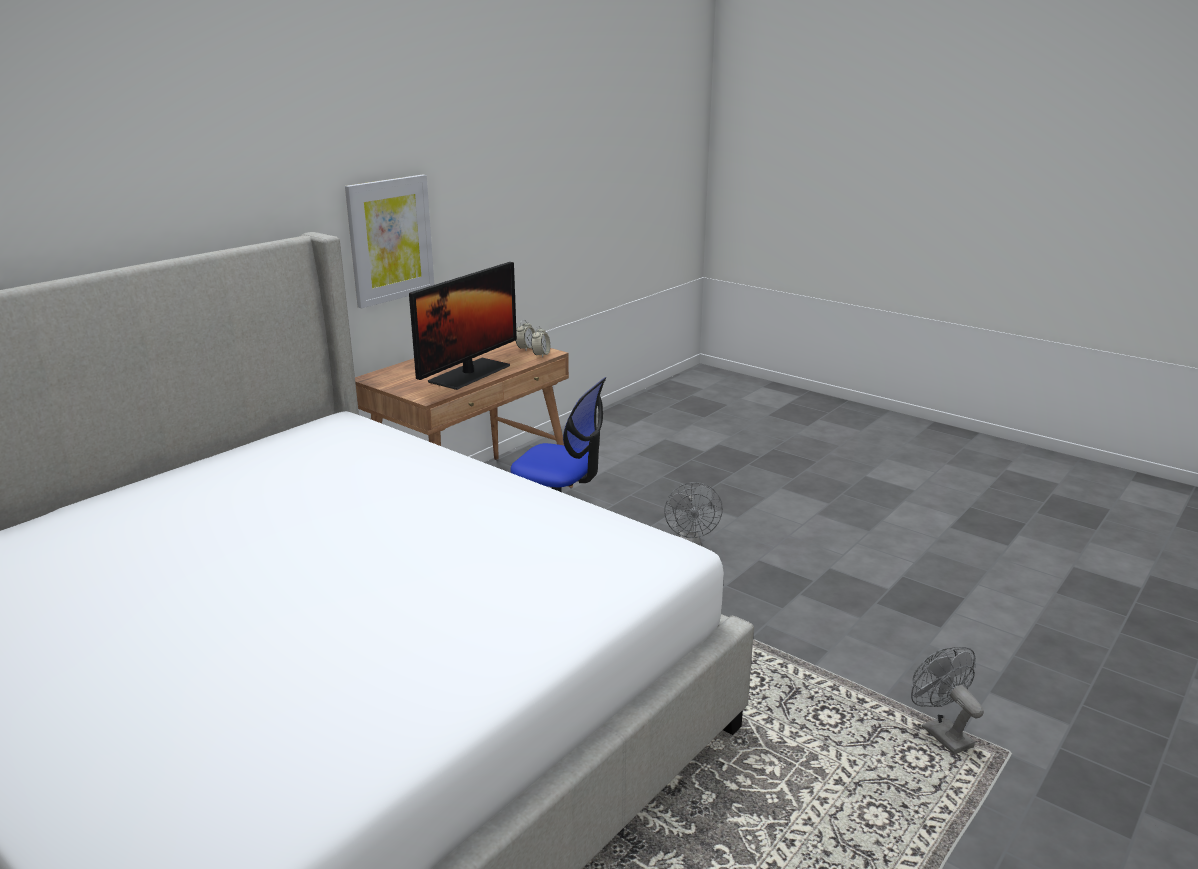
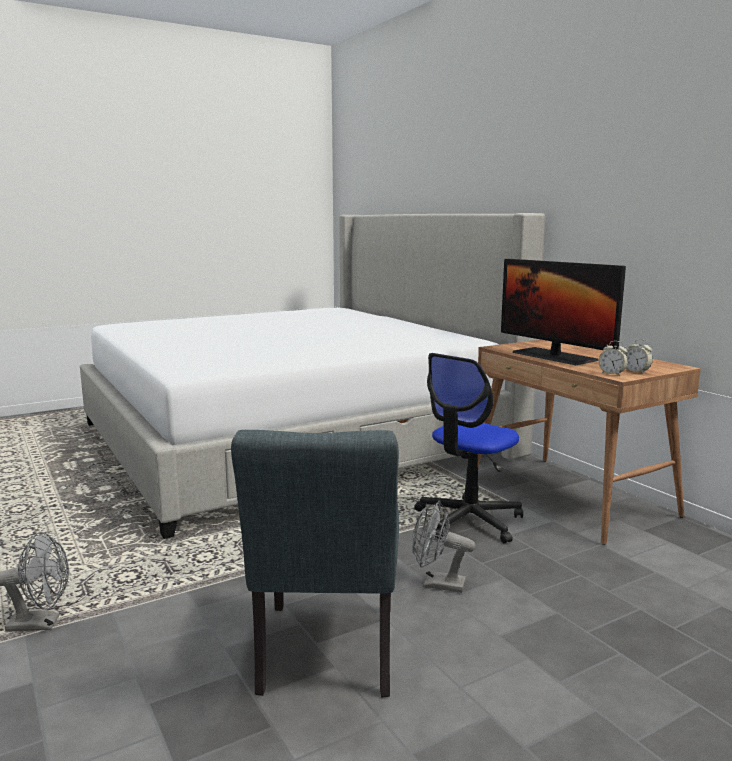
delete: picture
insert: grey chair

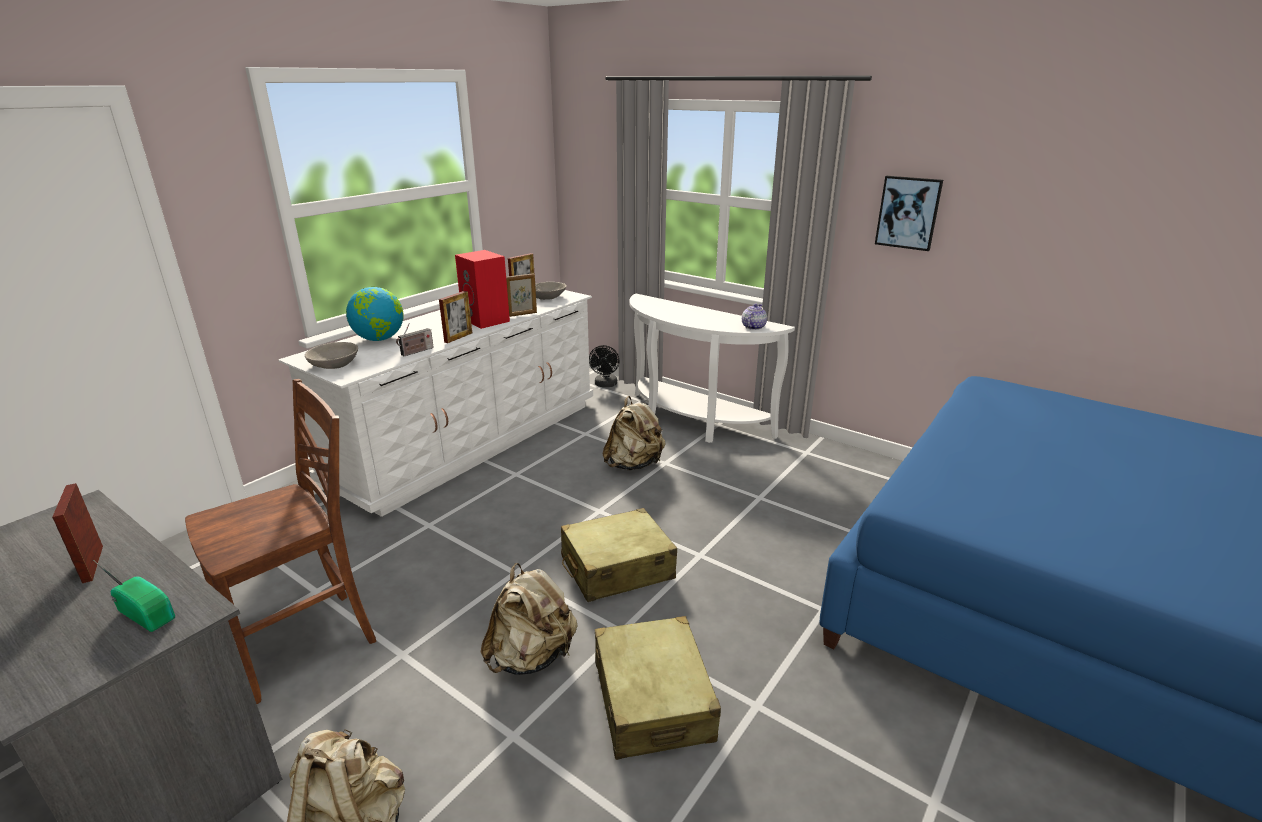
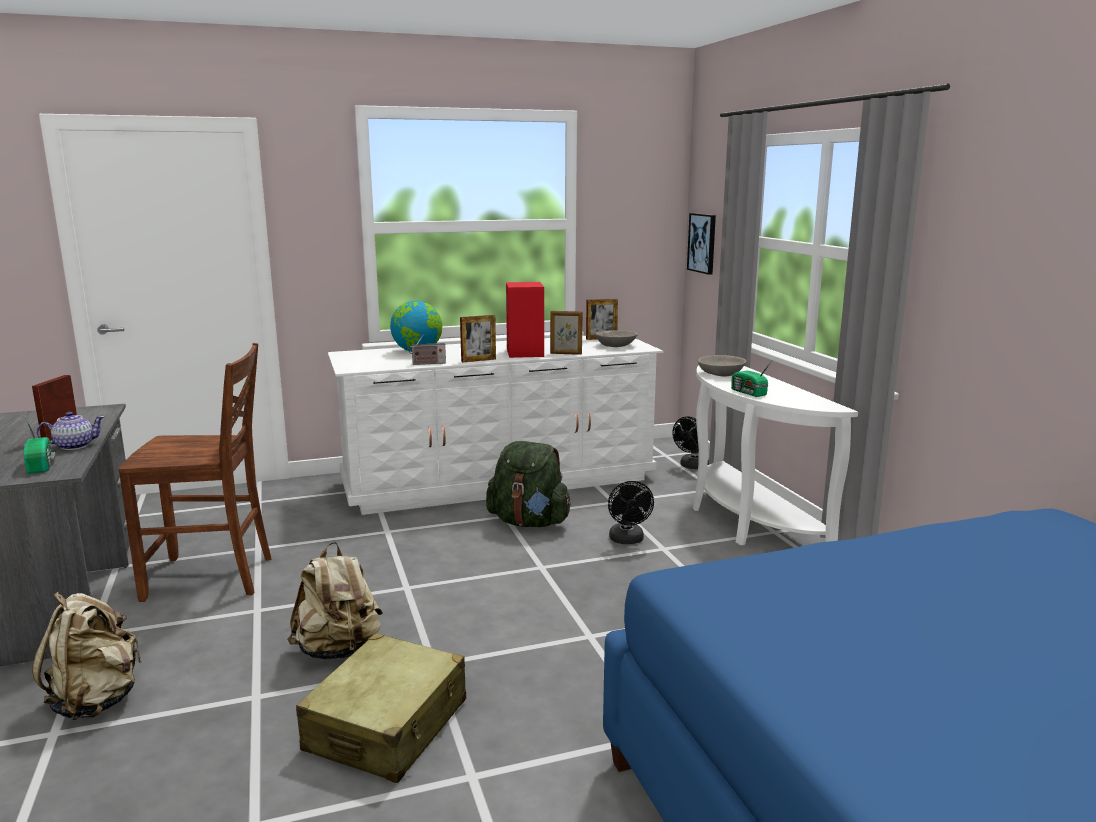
delete: beige suitcase (1st from left)
insert: green backpack; radio (3rd from left)
move: grey bowl (1st from left in the first image) to grey bowl (2nd from left); teapot; picture
replace: beige backpack (3rd from left) to black fan (1st from left)

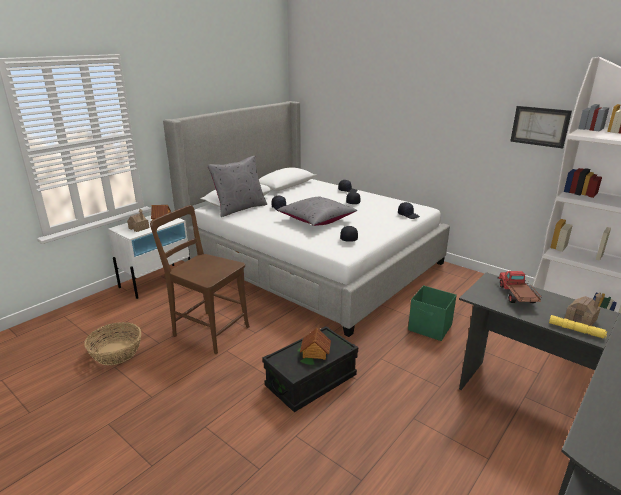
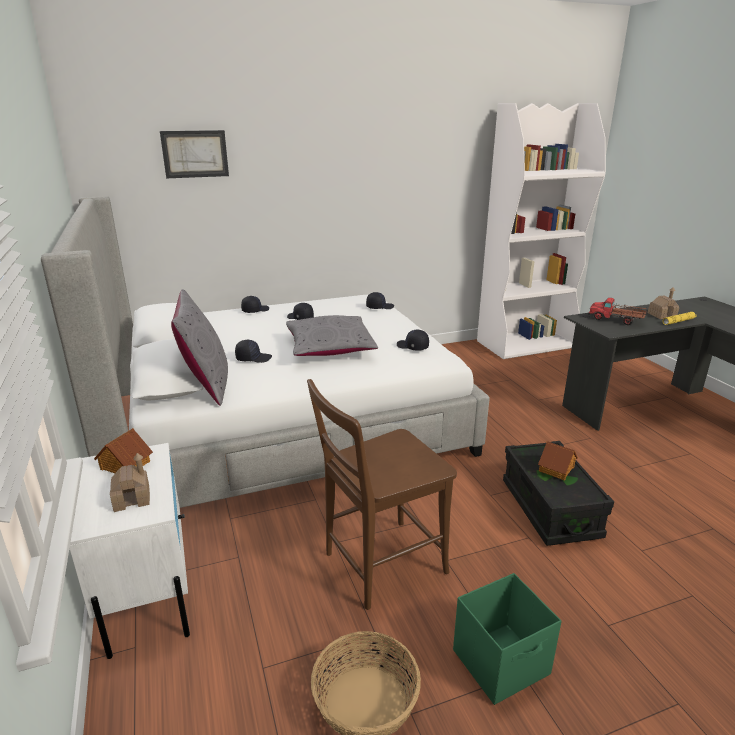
move: green storage box; picture

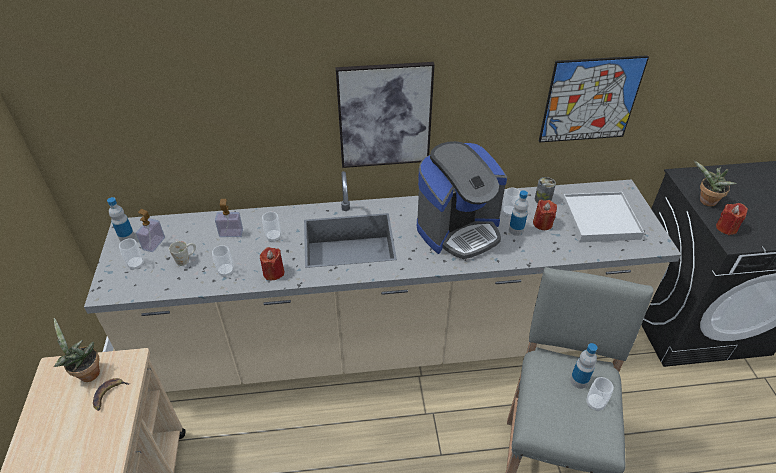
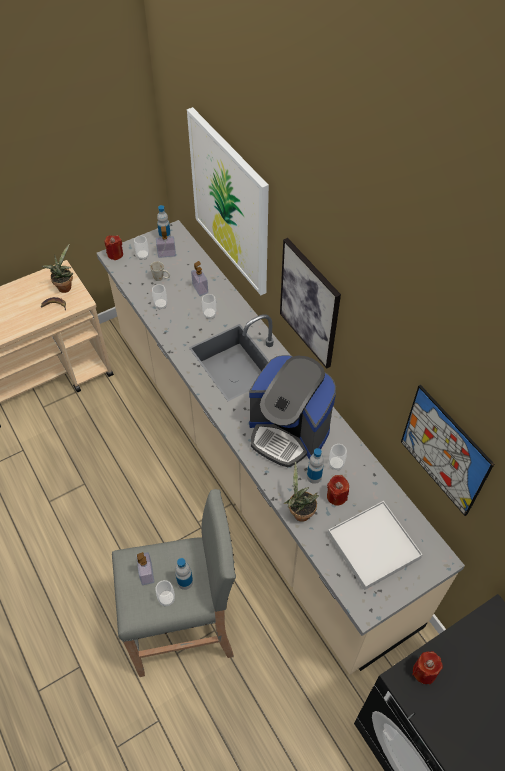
delete: can
insert: soap dispenser (1st from left); picture (1st from left)
move: red candle (1st from left); potted plant (2nd from left)

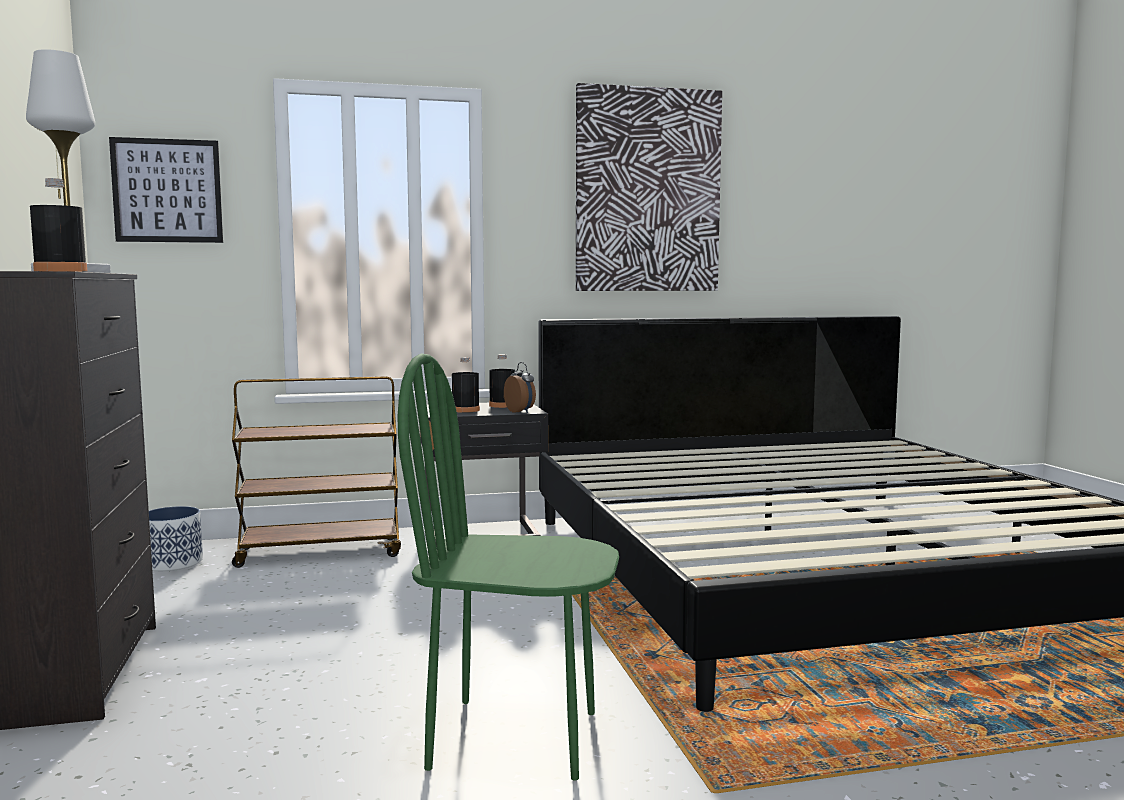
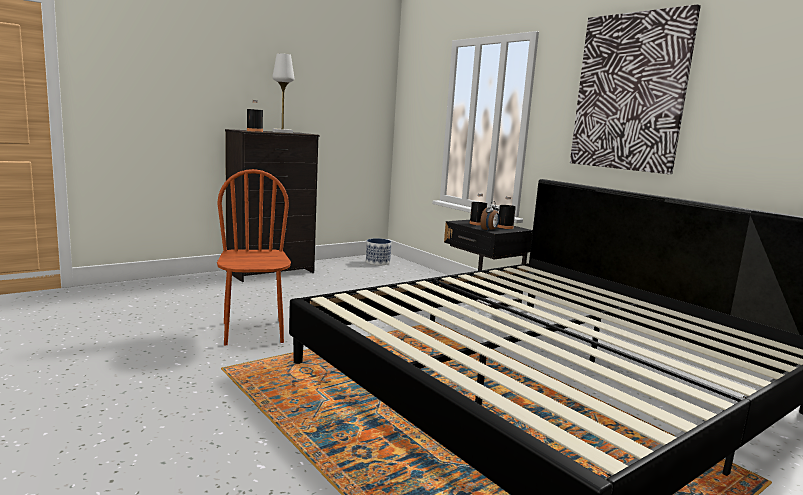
delete: picture (1st from left); brown cart
recolor: green chair to brown chair

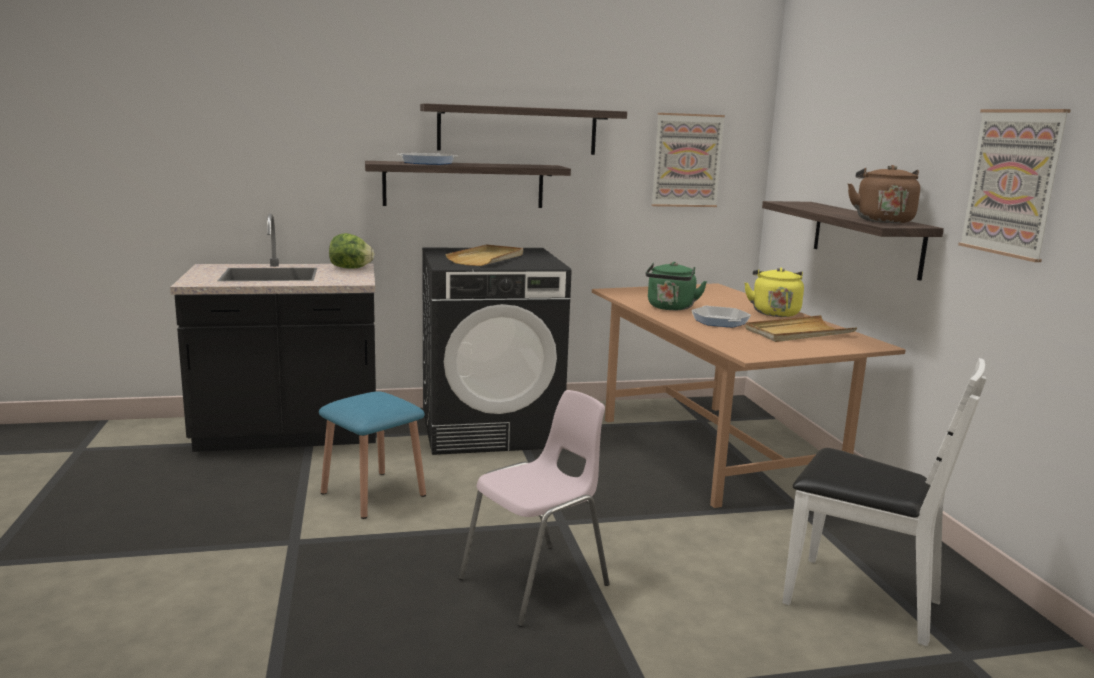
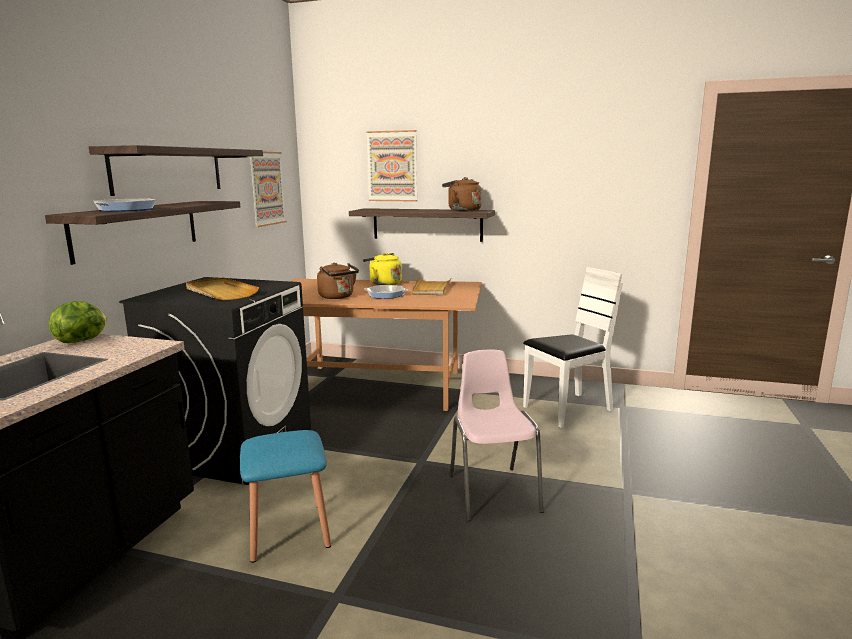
move: picture (2nd from left)
recolor: green kettle to brown kettle (1st from left)

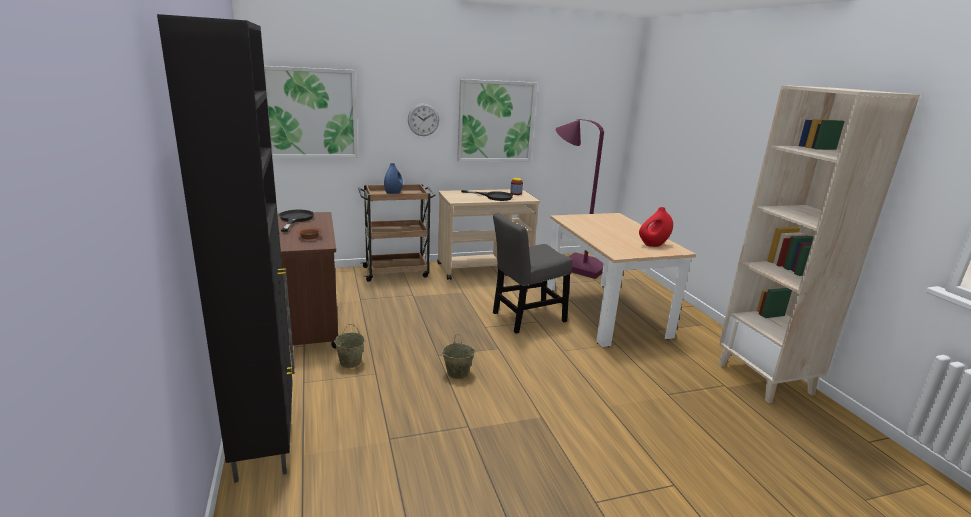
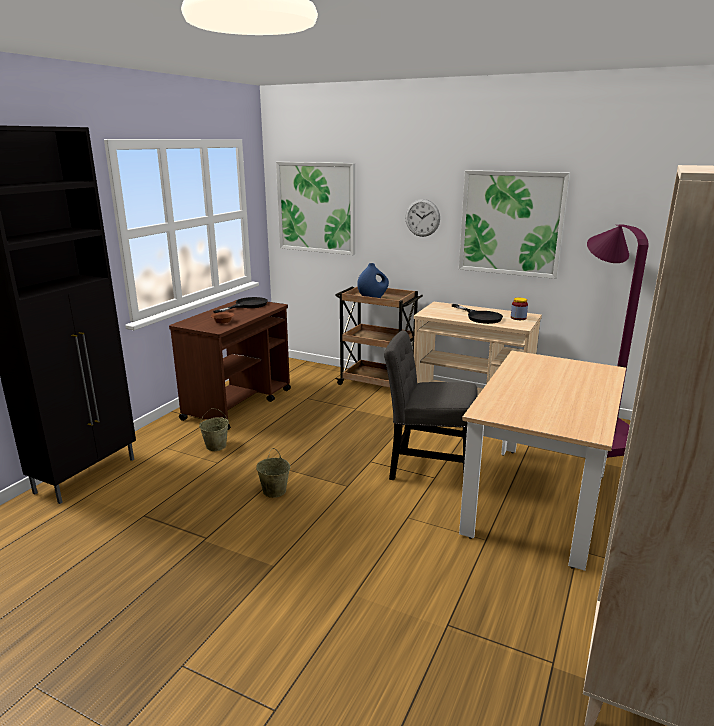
delete: red vase

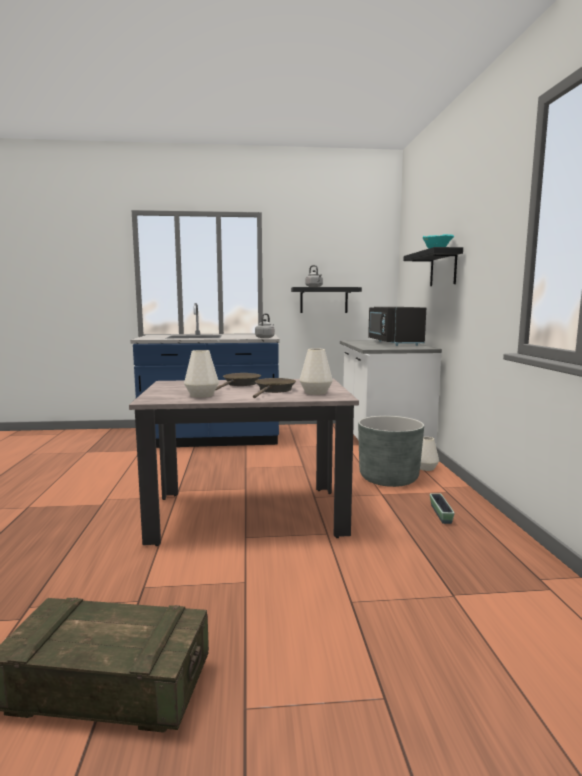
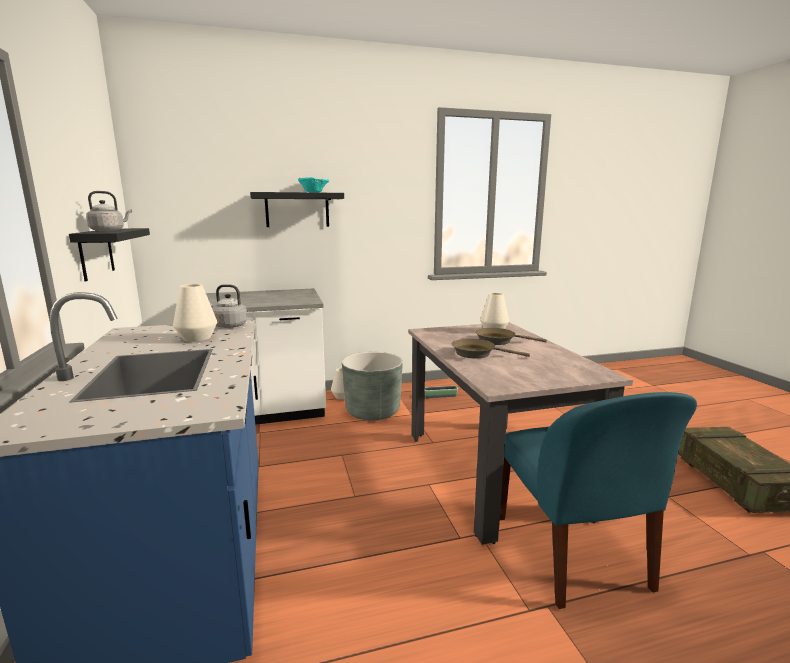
delete: black microwave
insert: blue chair
move: white vase (1st from left)

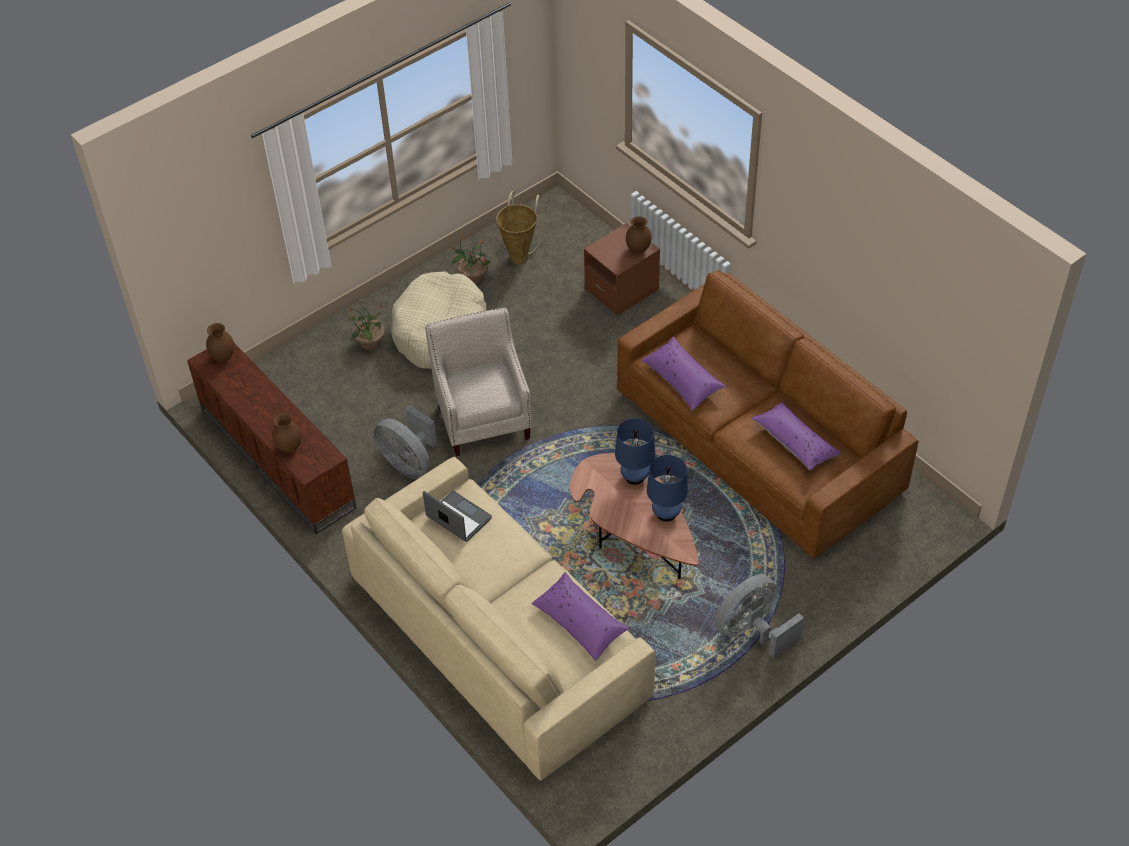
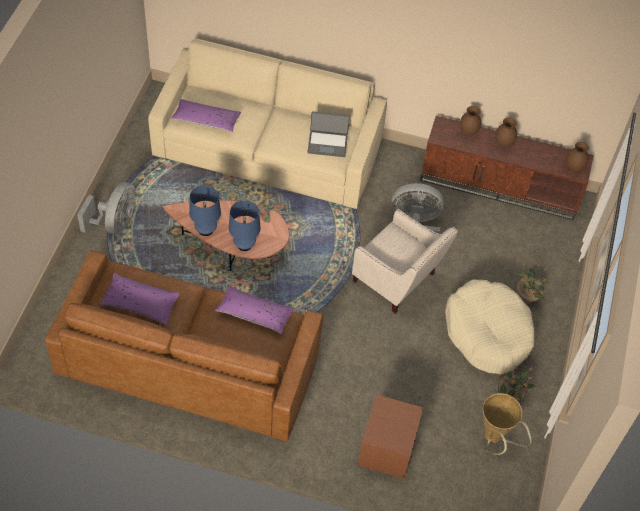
move: brown vase (3rd from left in the first image) to brown vase (2nd from left)

